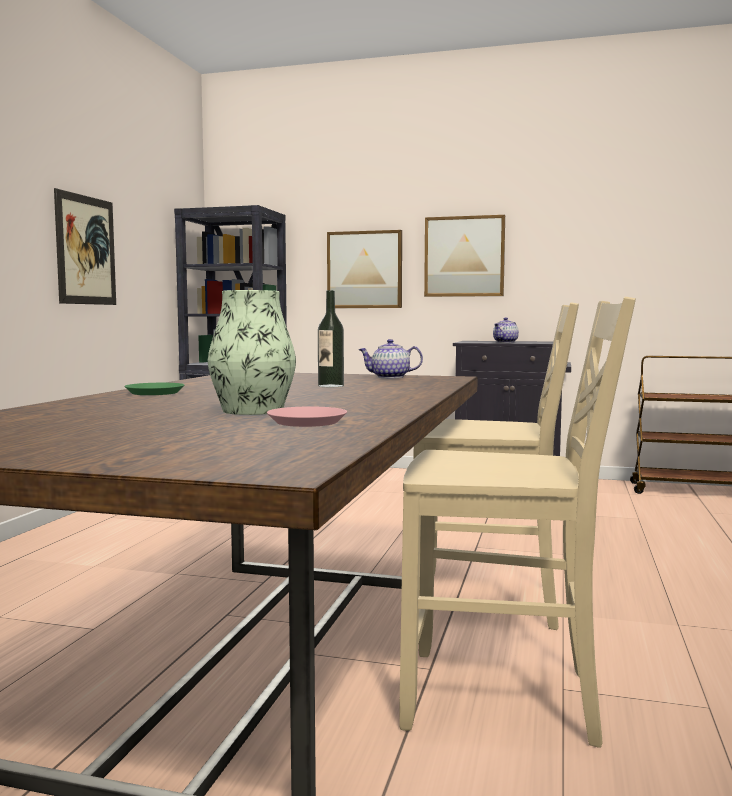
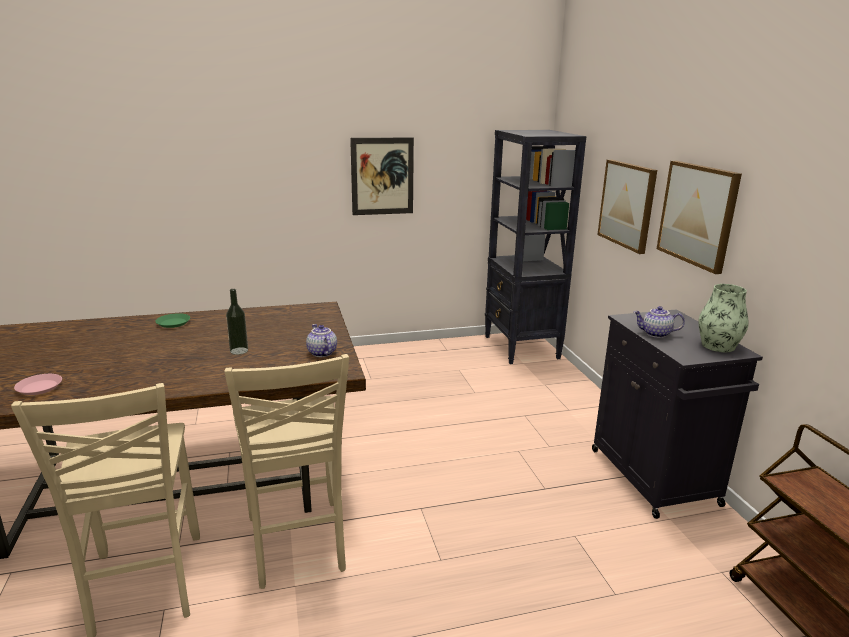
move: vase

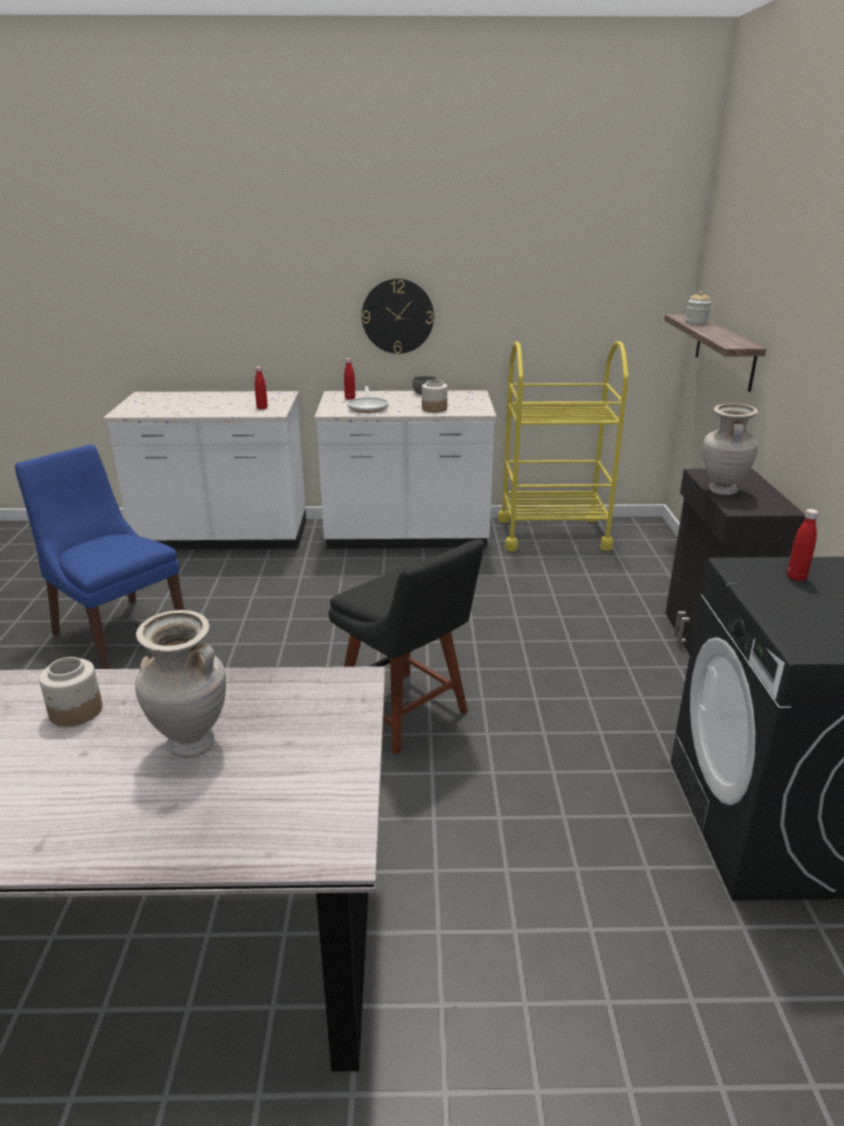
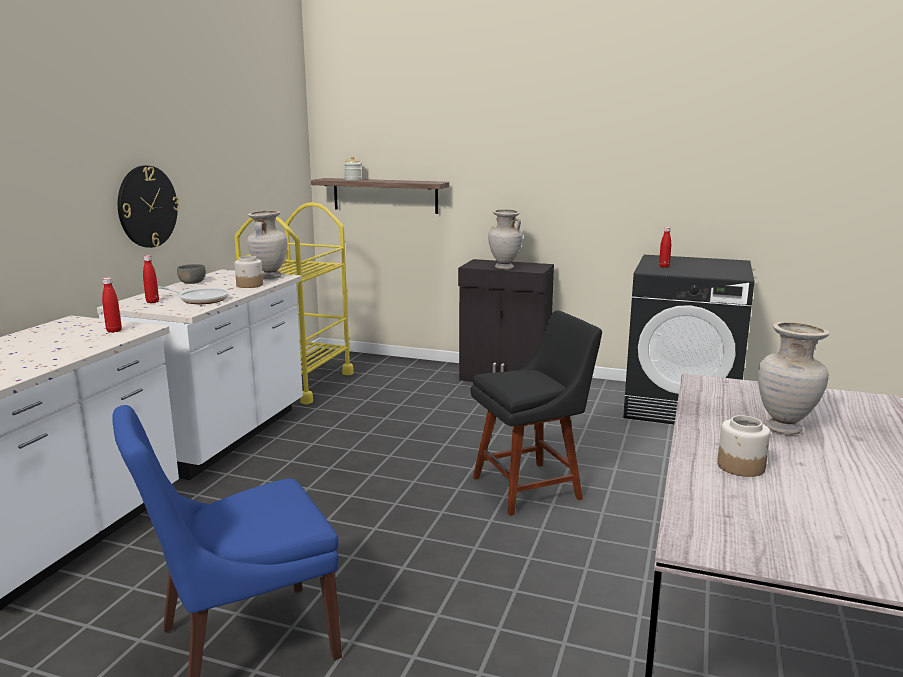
insert: beige vase (1st from left)

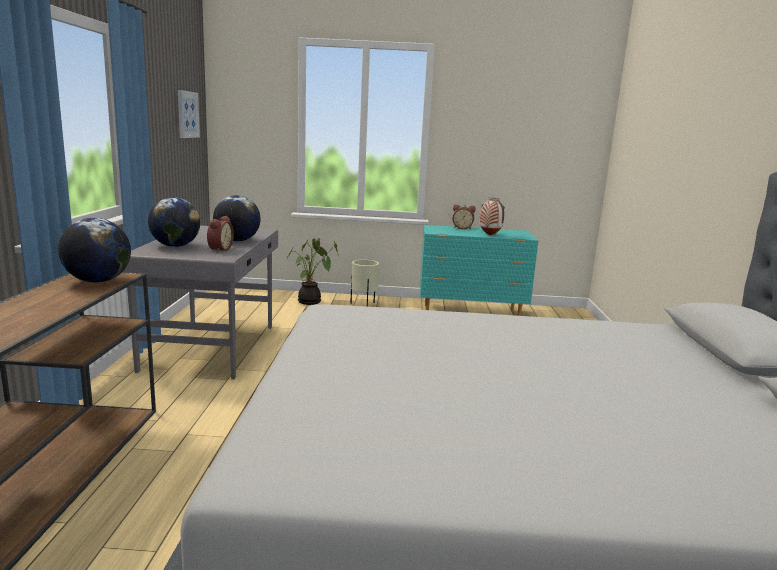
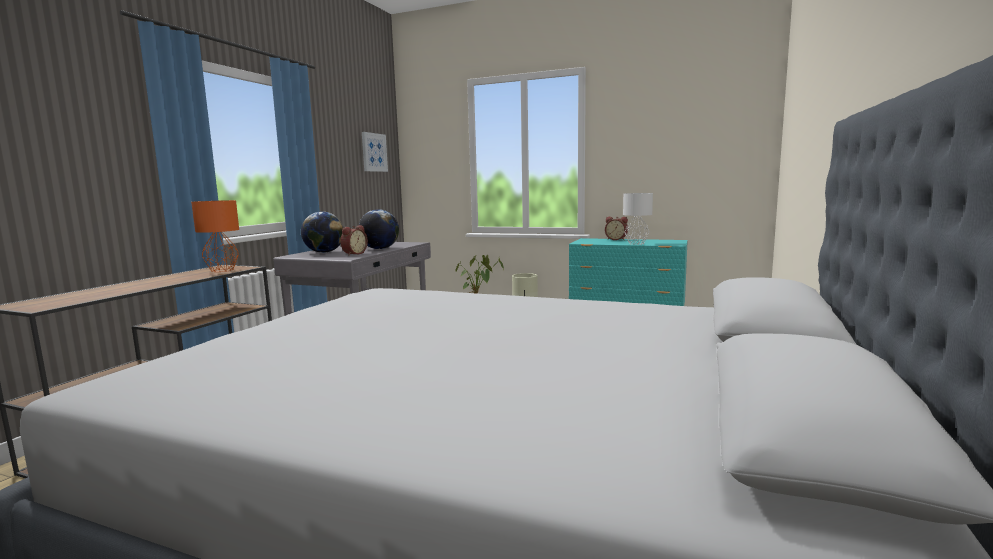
replace: globe (1st from left) to orange table lamp; vase to grey table lamp

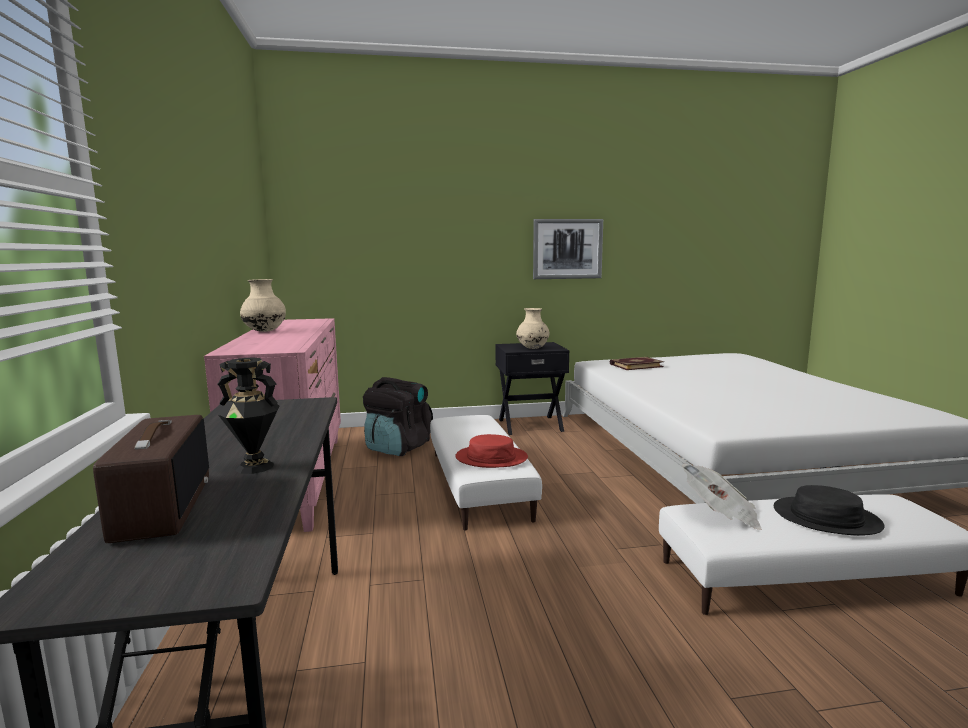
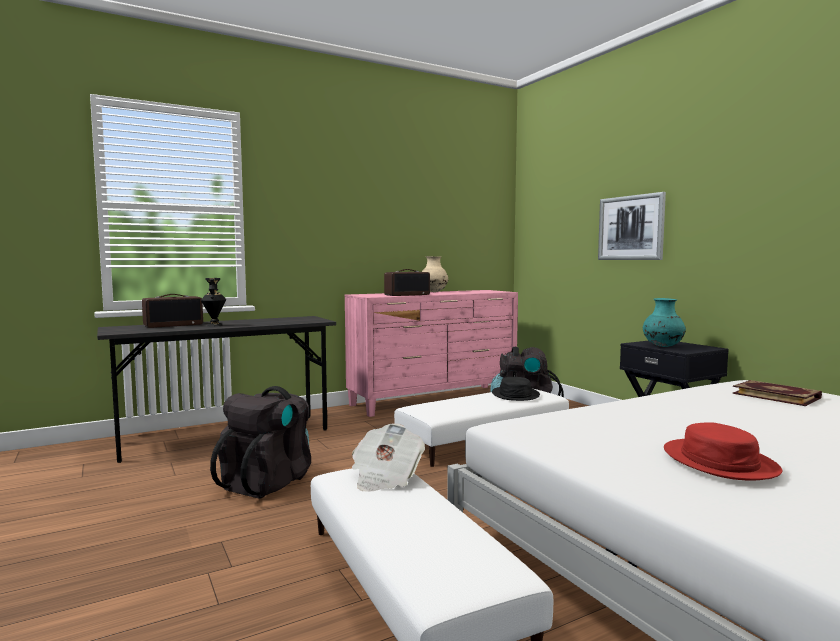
insert: black backpack (1st from left); radio (2nd from left)
move: red hat; picture; black hat
recolor: beige vase (2nd from left) to turquoise vase

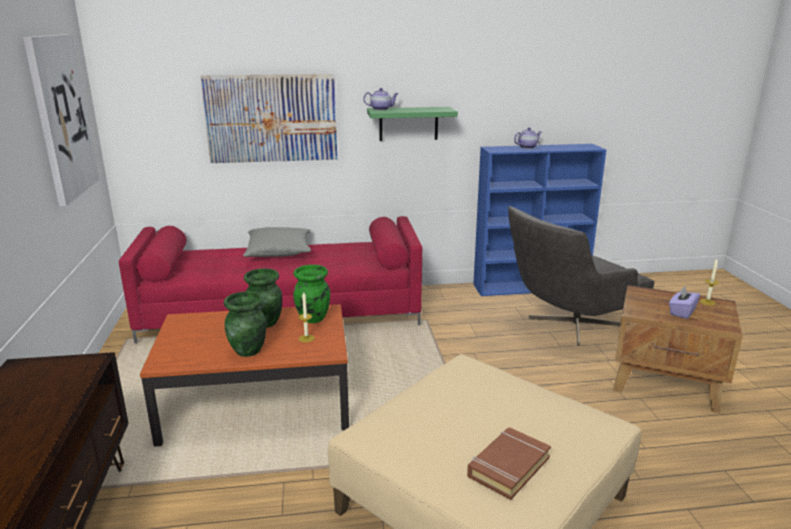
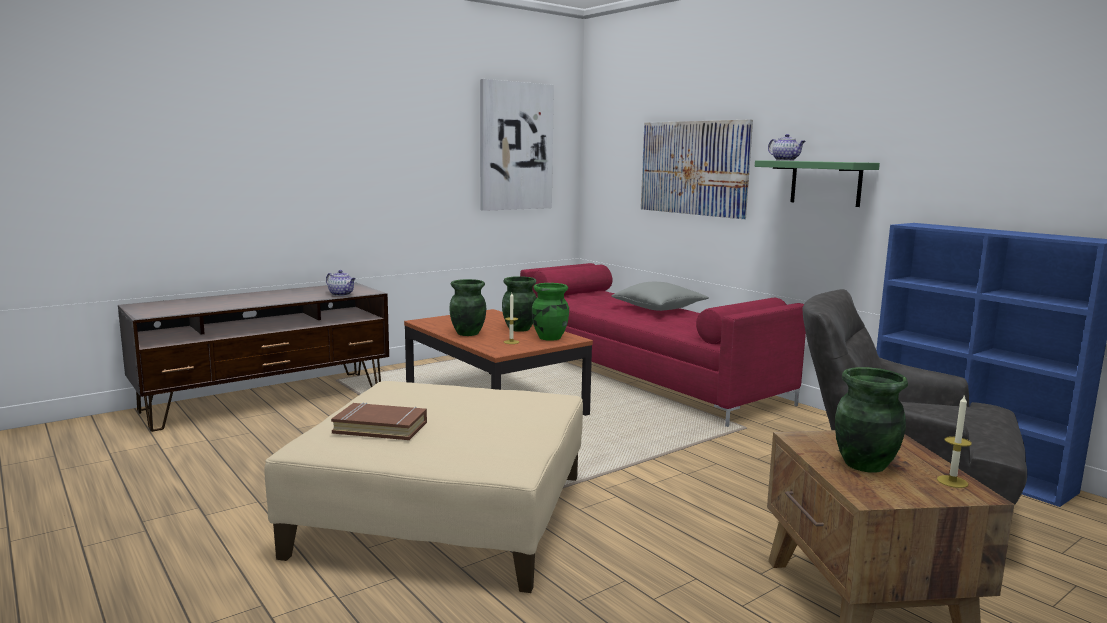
move: teapot (2nd from left in the first image) to teapot (1st from left)
replace: purple tissue box to green vase (4th from left)

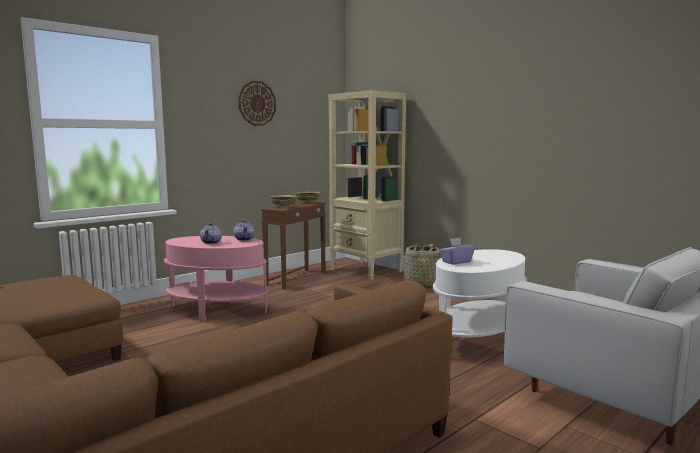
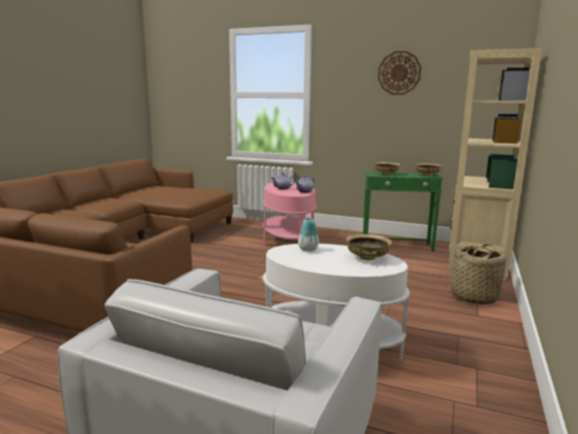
insert: beige bowl (1st from left)
replace: purple tissue box to vase
recolor: brown side table to green side table

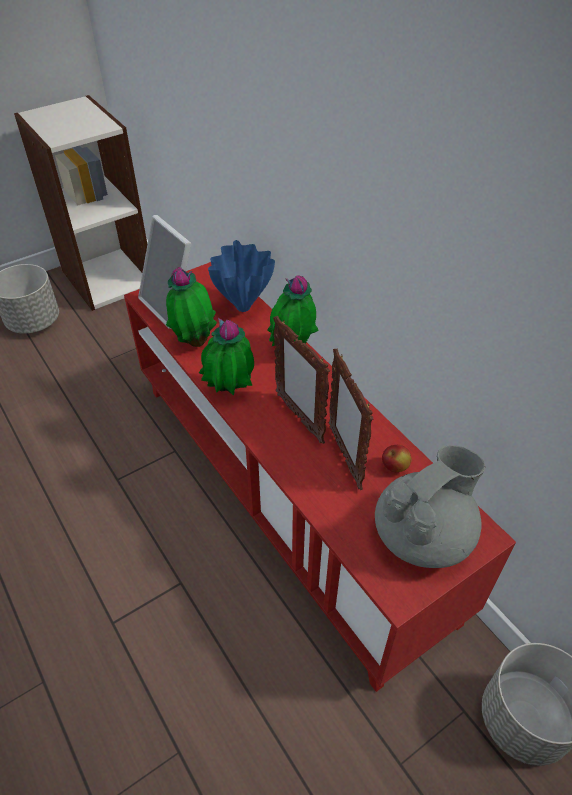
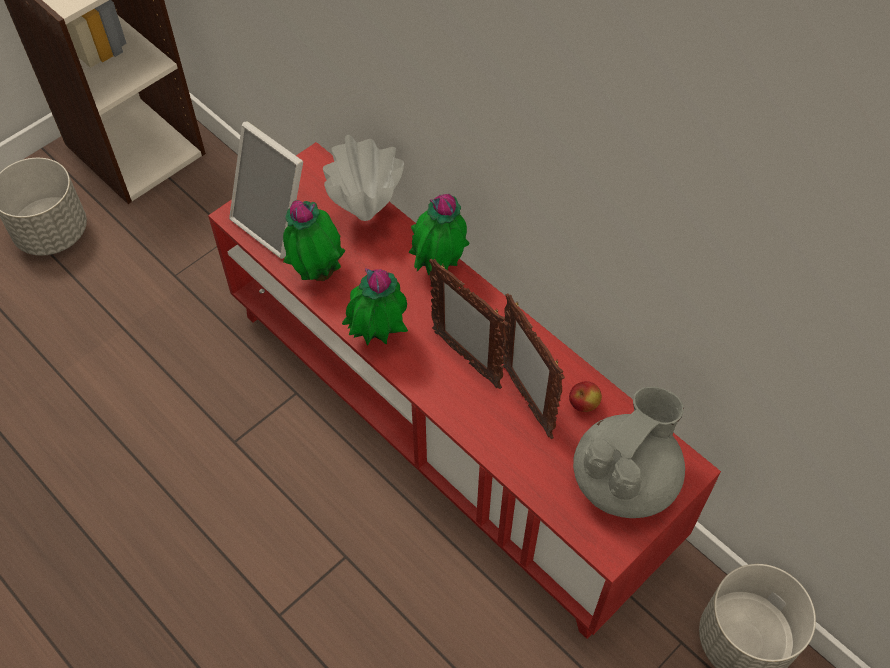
recolor: blue vase to white vase

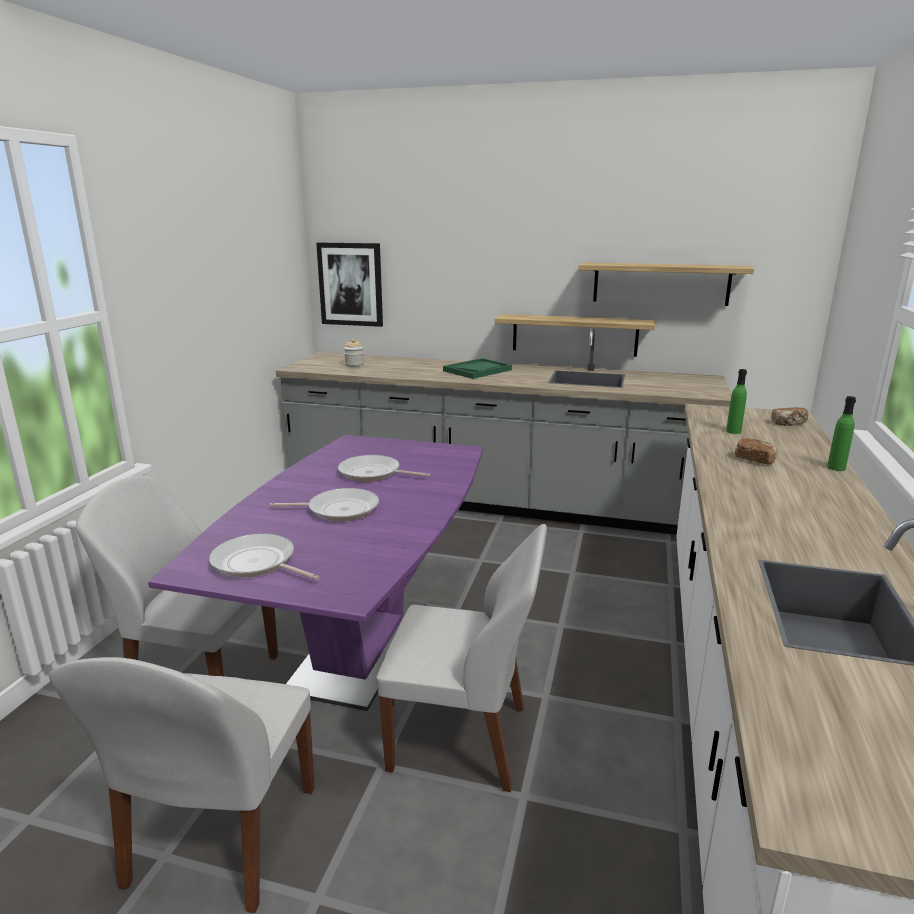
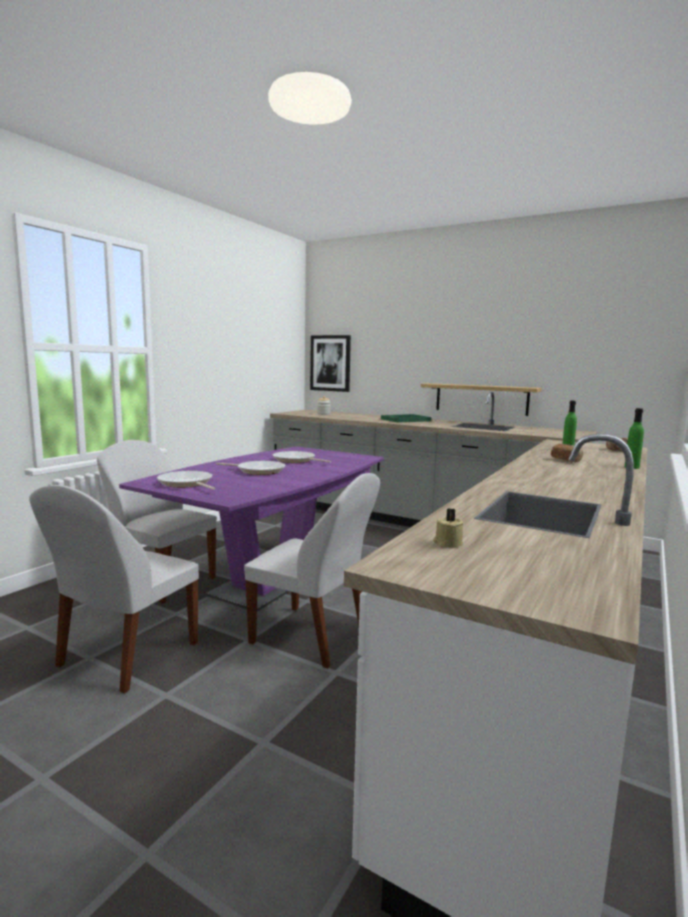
delete: shelf (2nd from left)
insert: beige candle

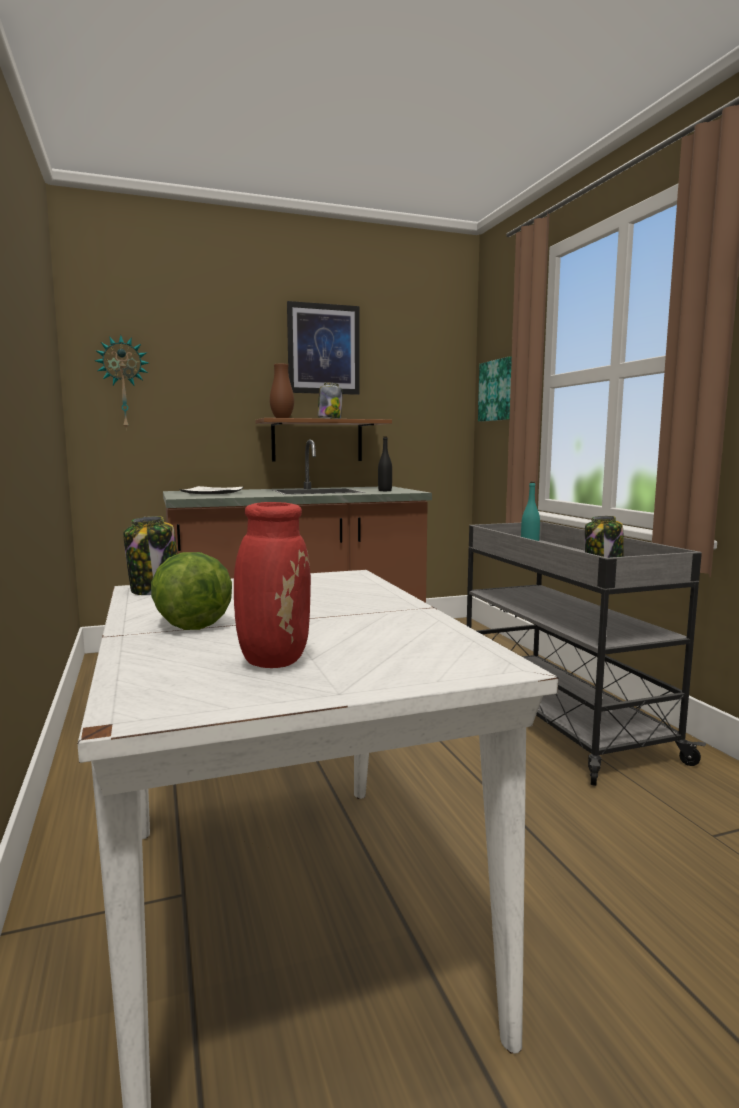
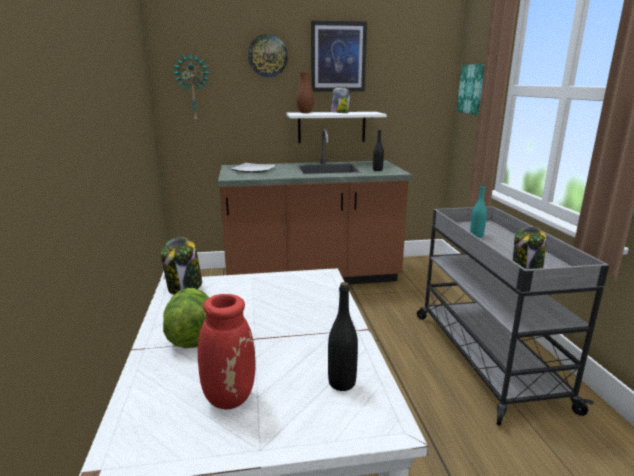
insert: wall clock (2nd from left); black bottle (1st from left)
recolor: brown shelf to white shelf

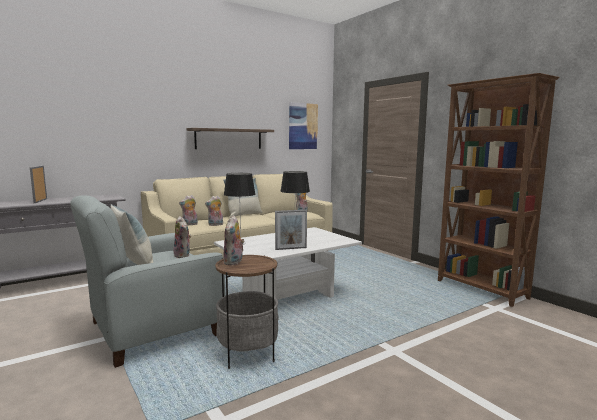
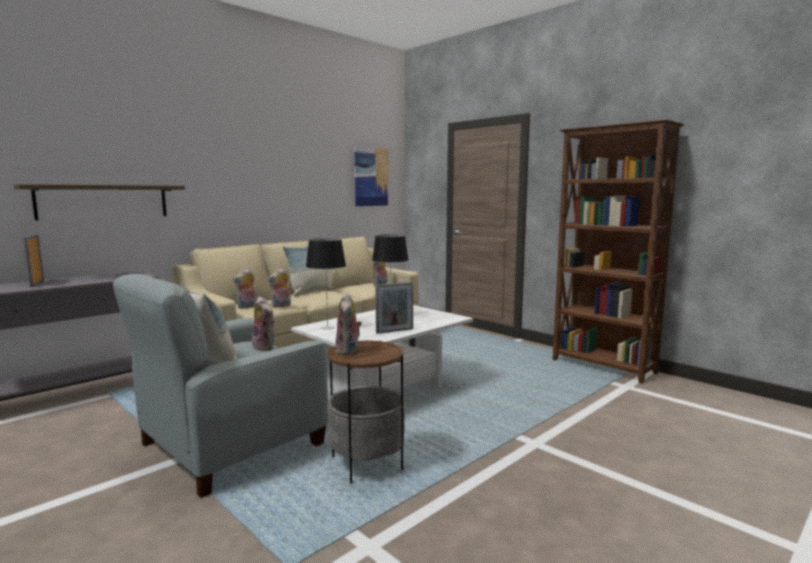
move: shelf

